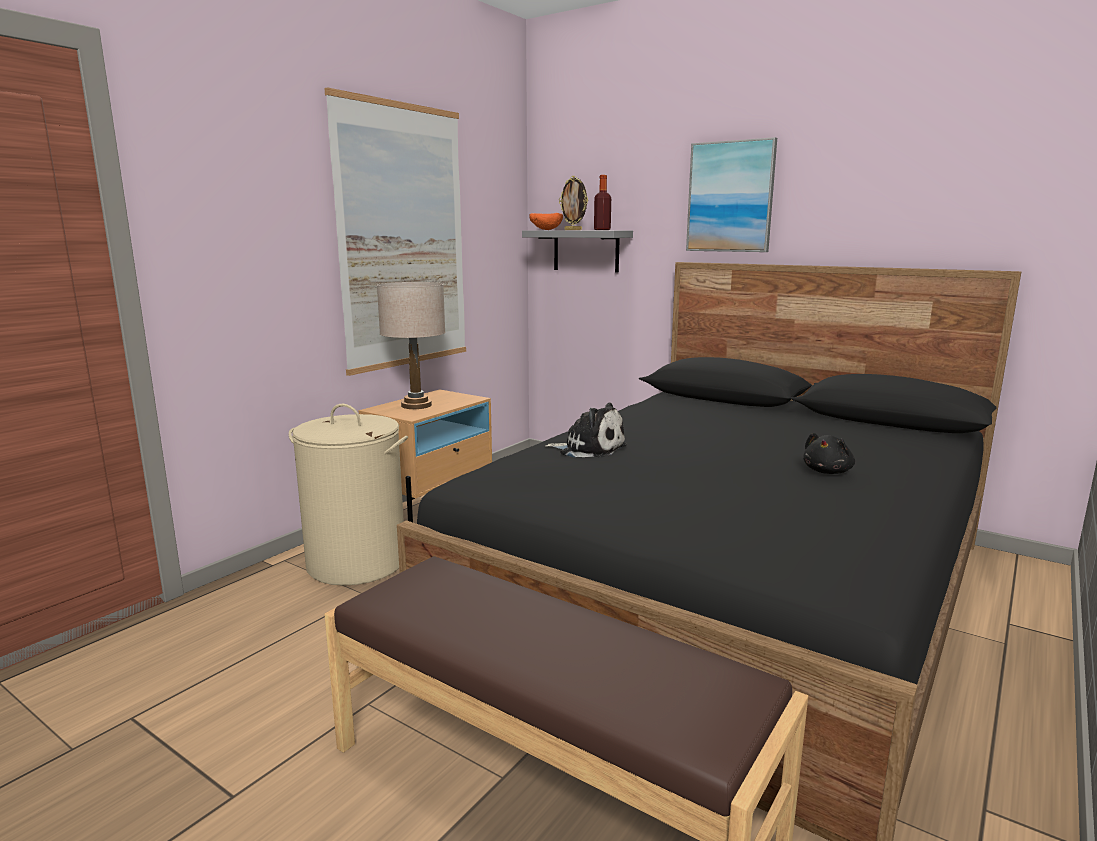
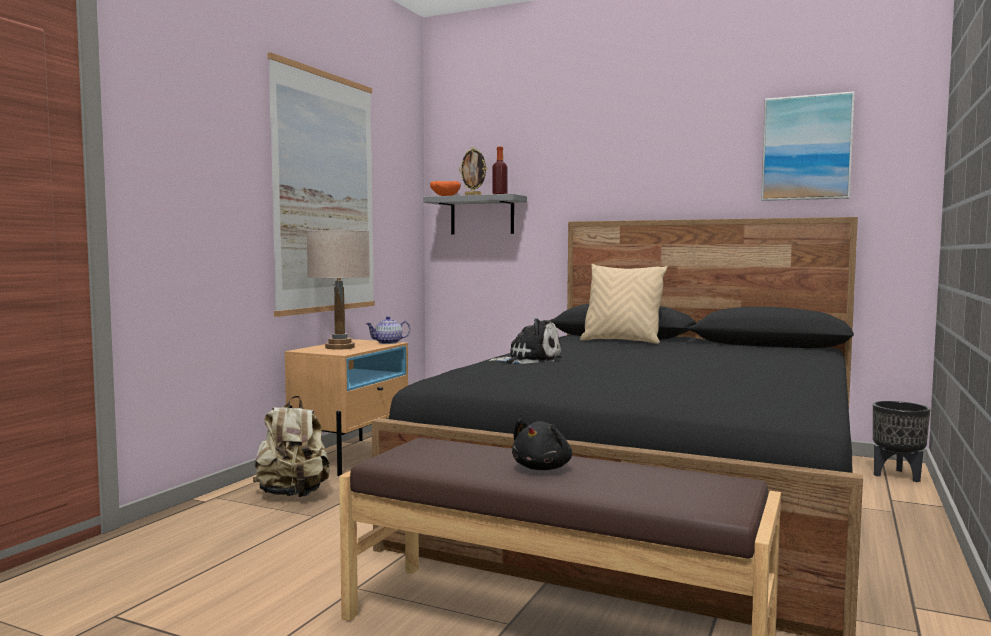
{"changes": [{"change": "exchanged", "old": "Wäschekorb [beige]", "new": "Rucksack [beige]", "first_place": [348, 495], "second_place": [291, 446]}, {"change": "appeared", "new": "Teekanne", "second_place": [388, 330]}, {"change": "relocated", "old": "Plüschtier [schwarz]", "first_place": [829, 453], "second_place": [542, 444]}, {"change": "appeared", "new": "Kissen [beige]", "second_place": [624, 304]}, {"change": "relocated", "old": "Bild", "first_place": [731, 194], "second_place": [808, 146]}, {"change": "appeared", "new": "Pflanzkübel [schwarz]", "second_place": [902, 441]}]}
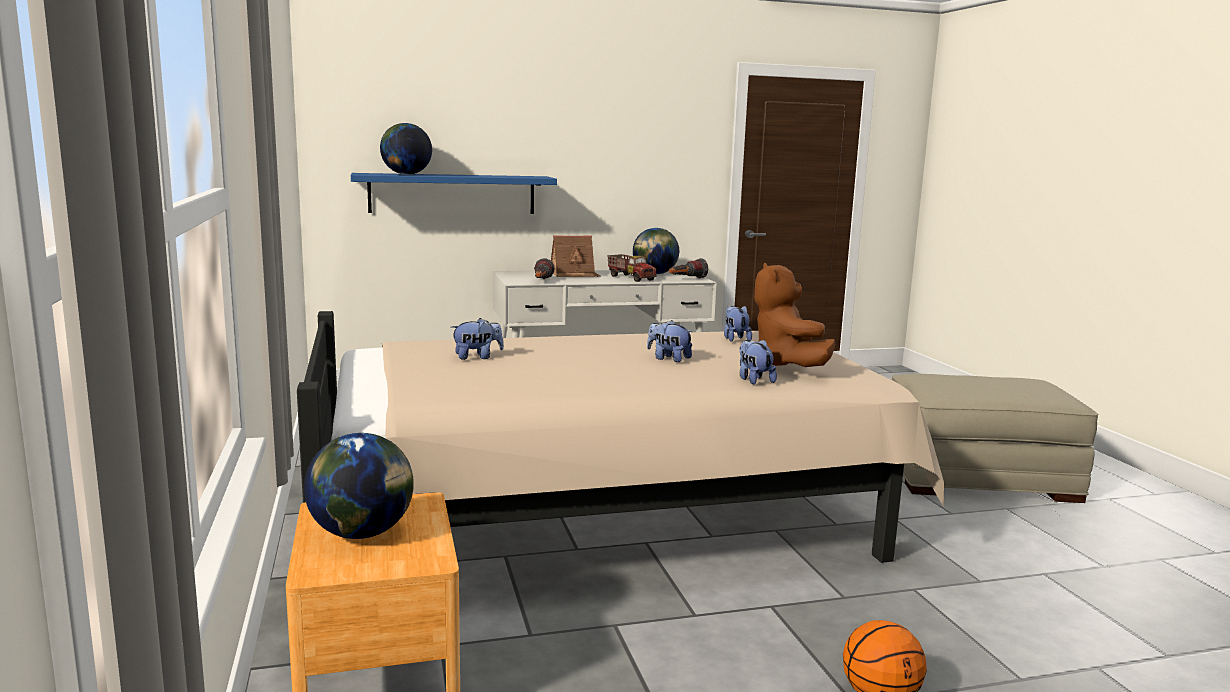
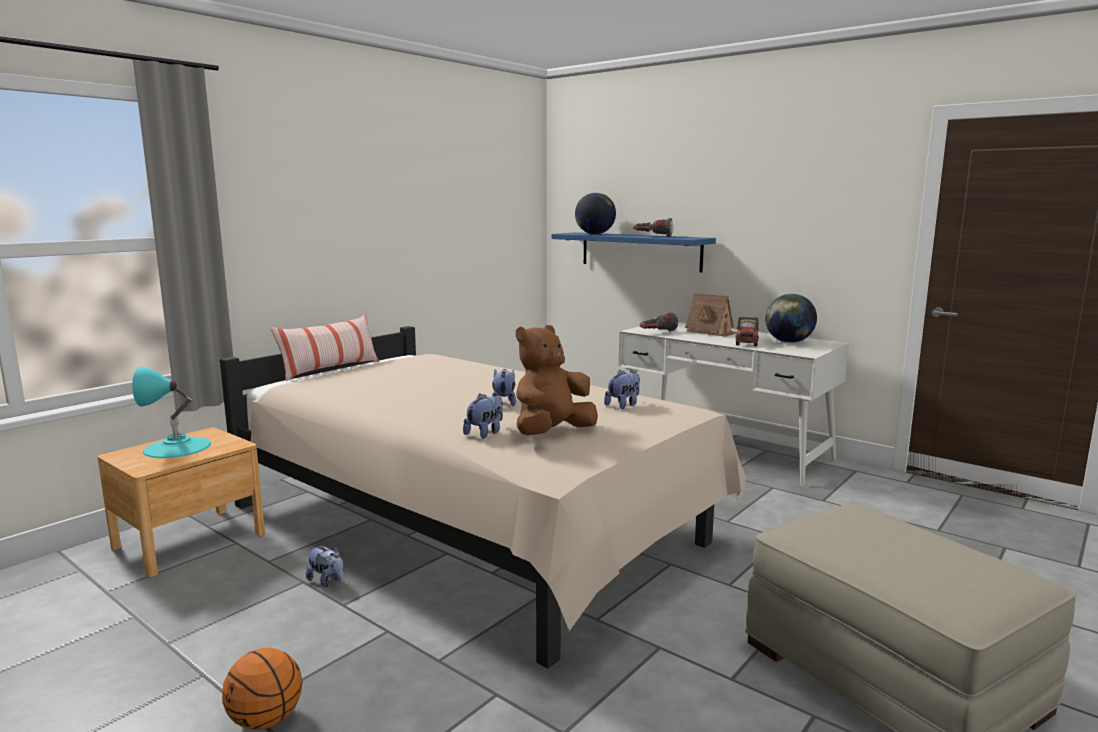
{"changes": [{"change": "exchanged", "old": "Globus", "new": "Tischlampe [türkis]", "first_place": [359, 486], "second_place": [171, 412]}, {"change": "appeared", "new": "Kissen", "second_place": [325, 347]}, {"change": "relocated", "old": "Plüschtier", "first_place": [477, 339], "second_place": [325, 566]}, {"change": "relocated", "old": "Taschenlampe", "first_place": [688, 268], "second_place": [653, 227]}]}
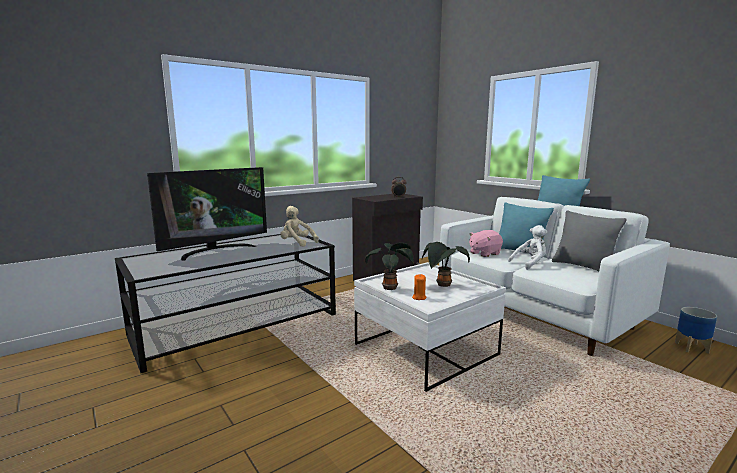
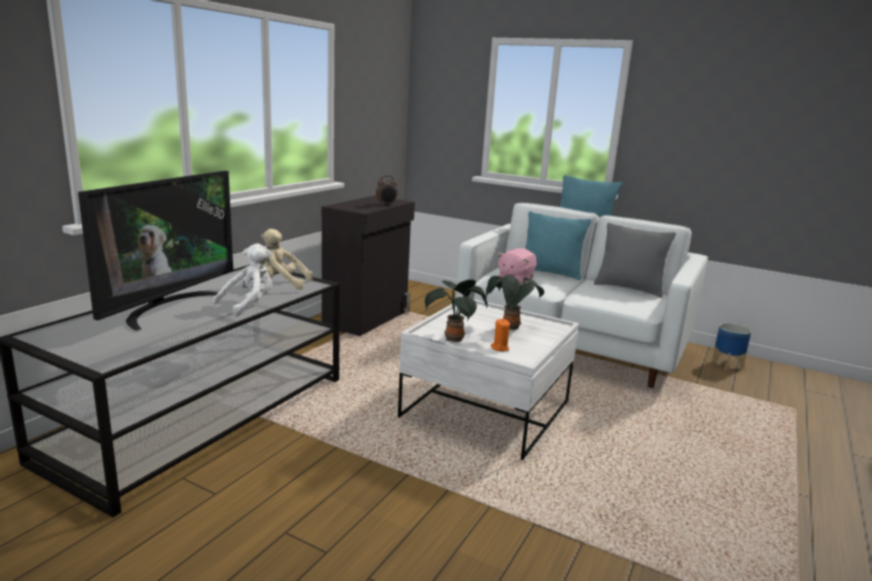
{"changes": [{"change": "relocated", "old": "Plüschtier [weiß]", "first_place": [527, 247], "second_place": [242, 280]}]}
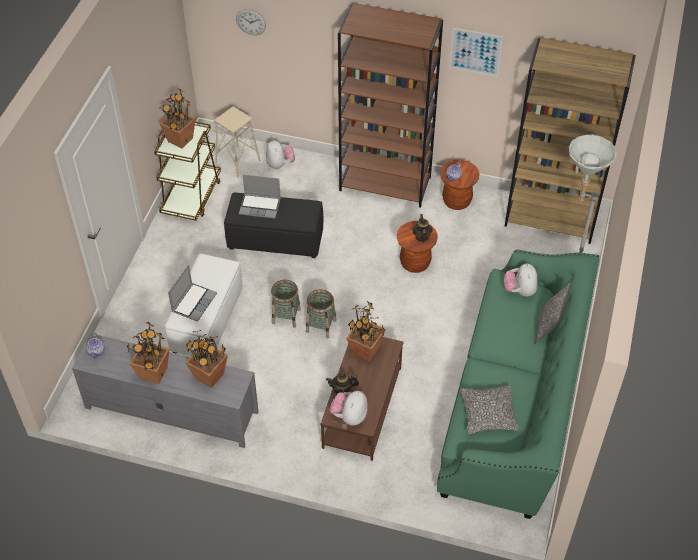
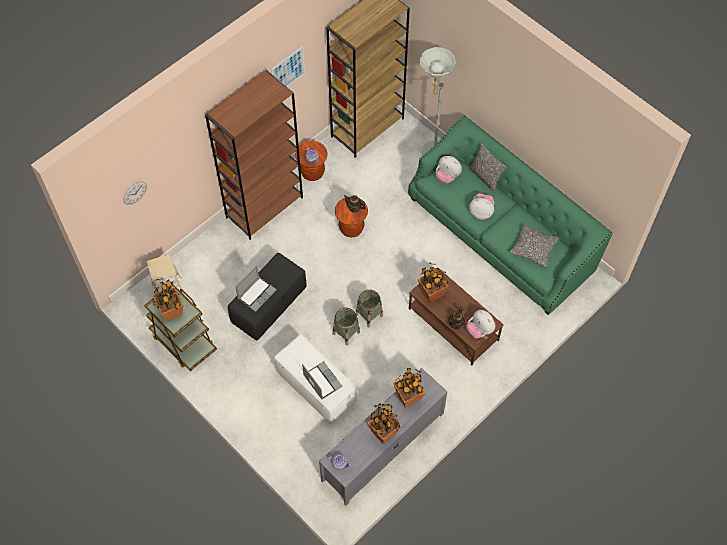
{"changes": [{"change": "relocated", "old": "Plüschtier", "first_place": [280, 154], "second_place": [481, 206]}]}
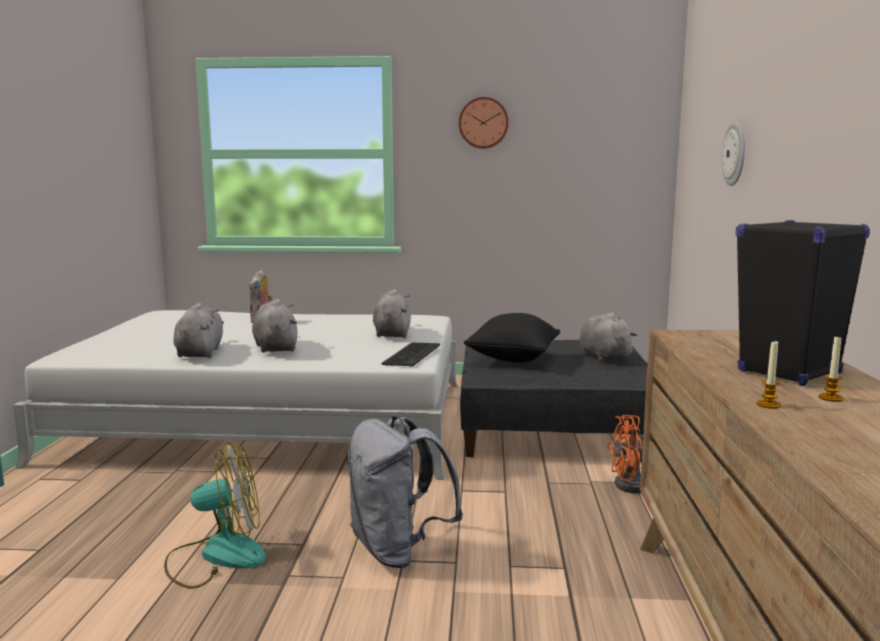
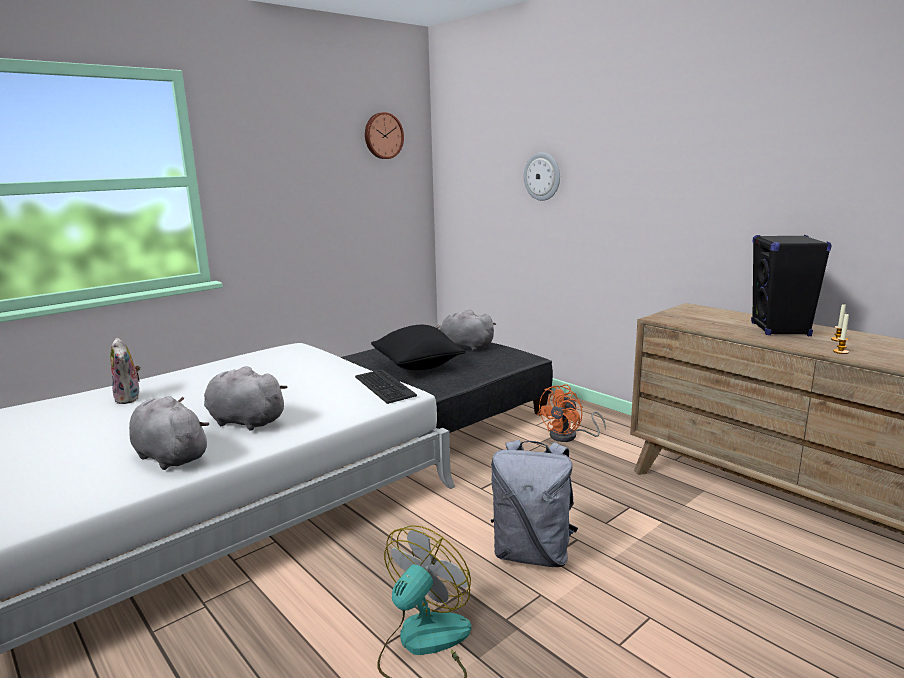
{"changes": [{"change": "relocated", "old": "Wanduhr", "first_place": [484, 123], "second_place": [384, 135]}, {"change": "missing", "old": "Plüschtier [grau]", "first_place": [392, 313]}]}
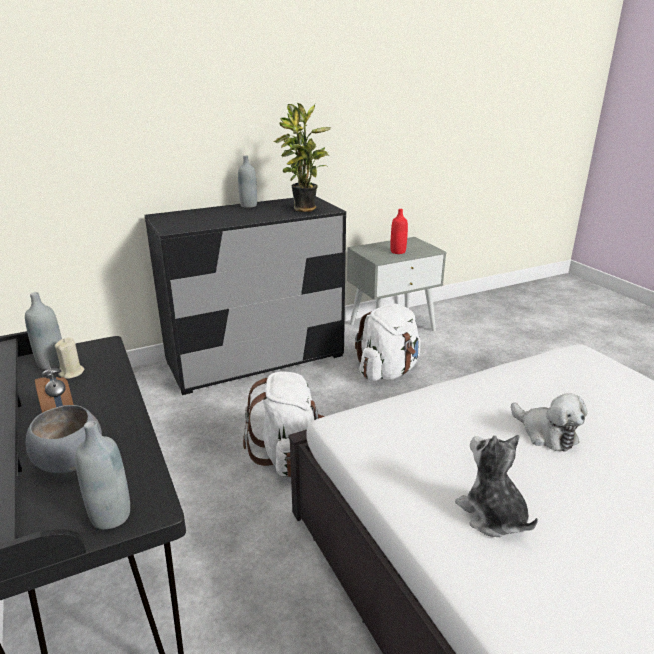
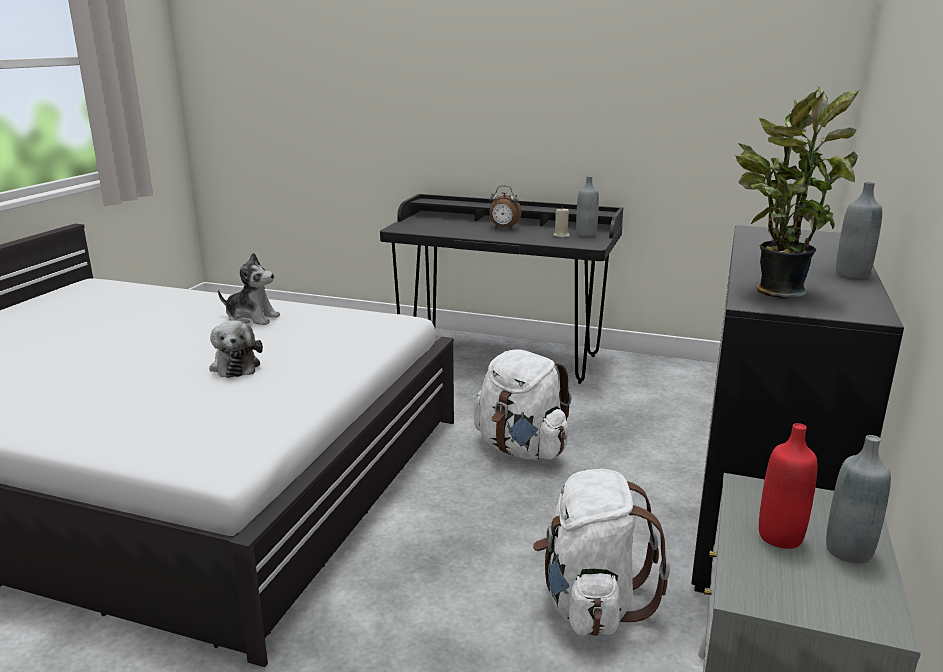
{"changes": [{"change": "spun", "old": "Plüschtier", "first_place": [549, 422], "second_place": [236, 349], "degrees": -120}, {"change": "relocated", "old": "Flasche [grau]", "first_place": [102, 475], "second_place": [858, 499]}, {"change": "missing", "old": "Schüssel [grau]", "first_place": [63, 439]}]}
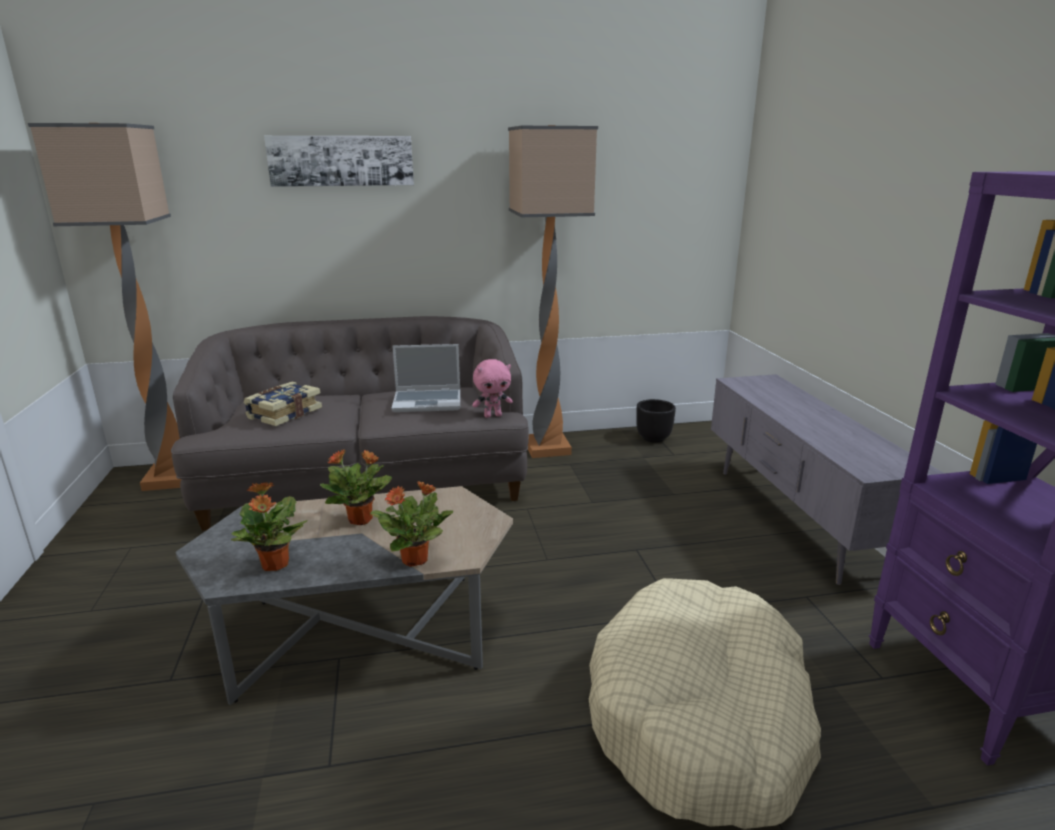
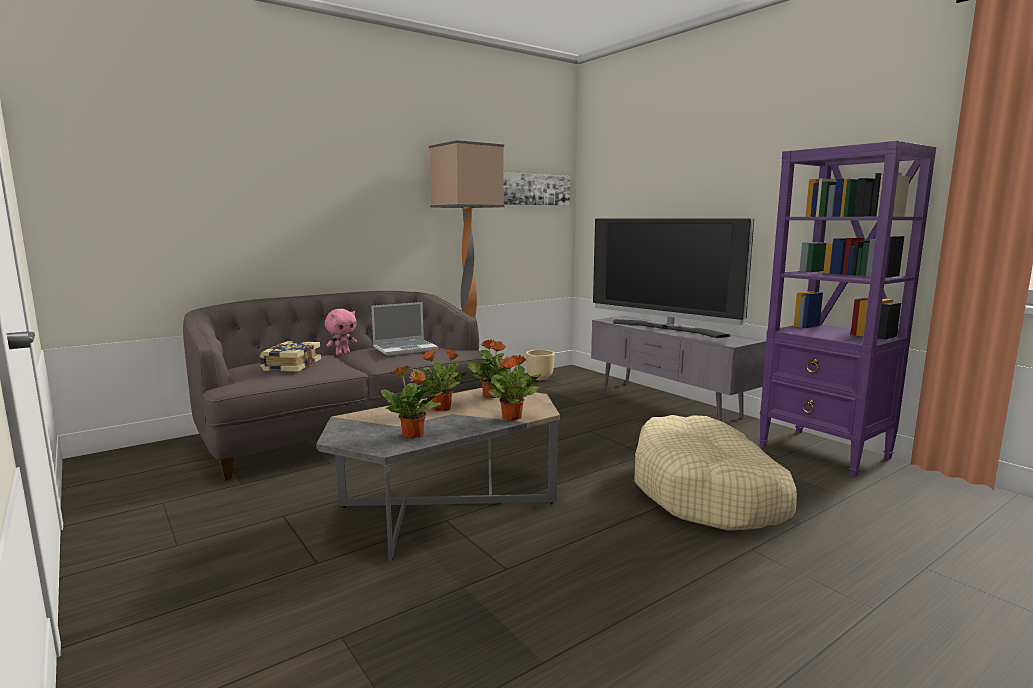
{"changes": [{"change": "relocated", "old": "Plüschtier [rosa]", "first_place": [492, 388], "second_place": [341, 332]}, {"change": "appeared", "new": "Topfpflanze", "second_place": [487, 368]}, {"change": "relocated", "old": "Bild", "first_place": [339, 161], "second_place": [537, 189]}, {"change": "colour", "old": "Pflanzkübel [schwarz]", "new": "Pflanzkübel [beige]", "first_place": [656, 421], "second_place": [540, 365]}, {"change": "appeared", "new": "Fernseher", "second_place": [673, 278]}, {"change": "missing", "old": "Stehlampe", "first_place": [104, 307]}]}
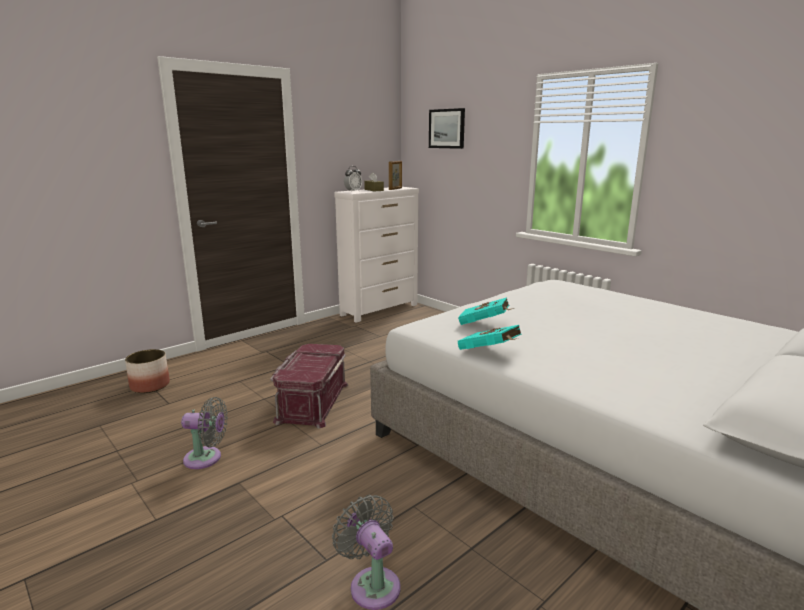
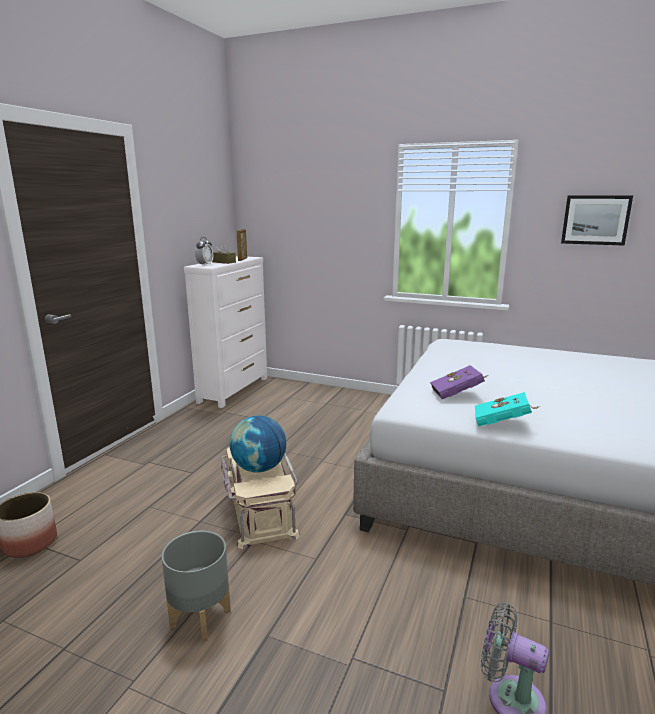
{"changes": [{"change": "exchanged", "old": "Ventilator [grau]", "new": "Pflanzkübel [grau]", "first_place": [204, 433], "second_place": [196, 586]}, {"change": "colour", "old": "Aufbewahrungsbox [rot]", "new": "Aufbewahrungsbox [beige]", "first_place": [309, 386], "second_place": [260, 498]}, {"change": "appeared", "new": "Globus", "second_place": [258, 444]}, {"change": "colour", "old": "Buch [türkis]", "new": "Buch [lila]", "first_place": [486, 311], "second_place": [459, 382]}, {"change": "relocated", "old": "Bild", "first_place": [447, 128], "second_place": [597, 221]}]}
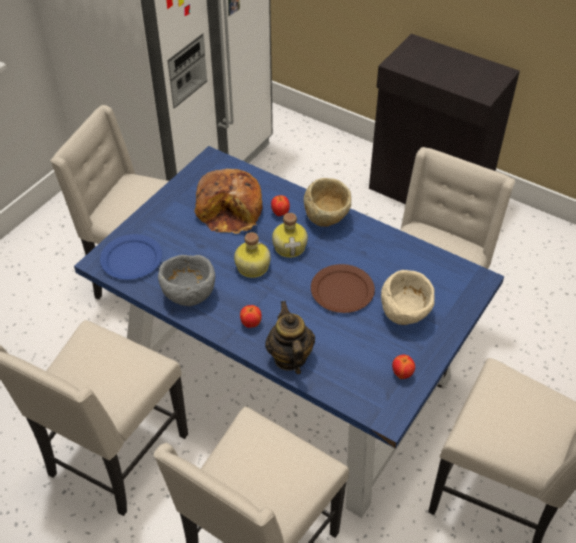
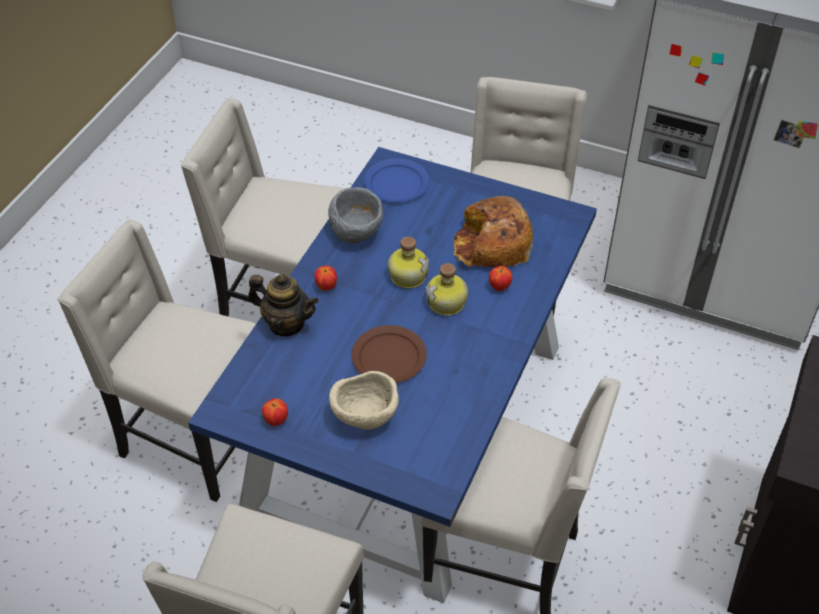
{"changes": [{"change": "spun", "old": "Teekanne", "first_place": [290, 337], "second_place": [283, 305], "degrees": 45}, {"change": "missing", "old": "Schüssel [beige]", "first_place": [327, 202]}]}
